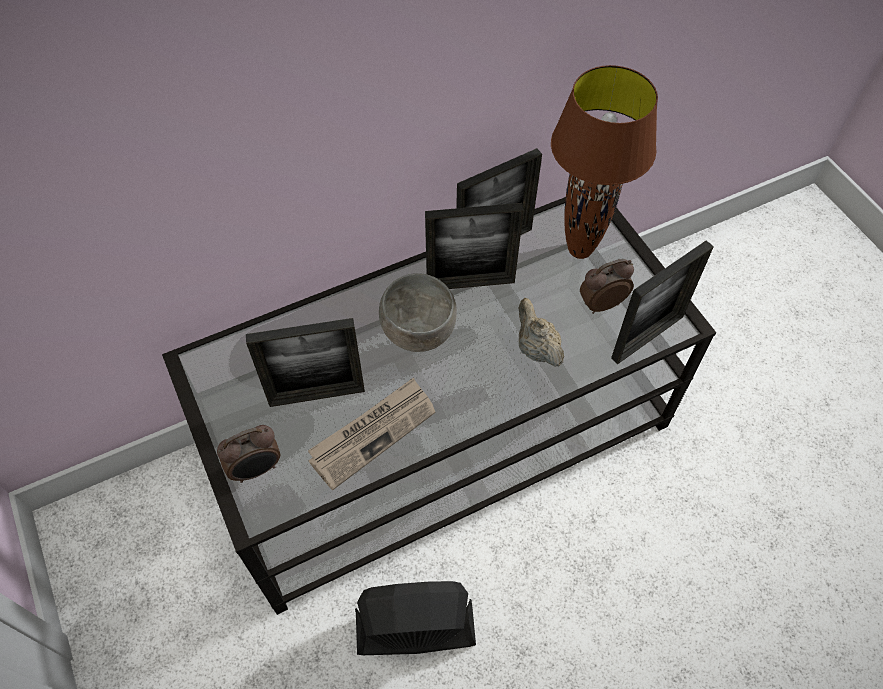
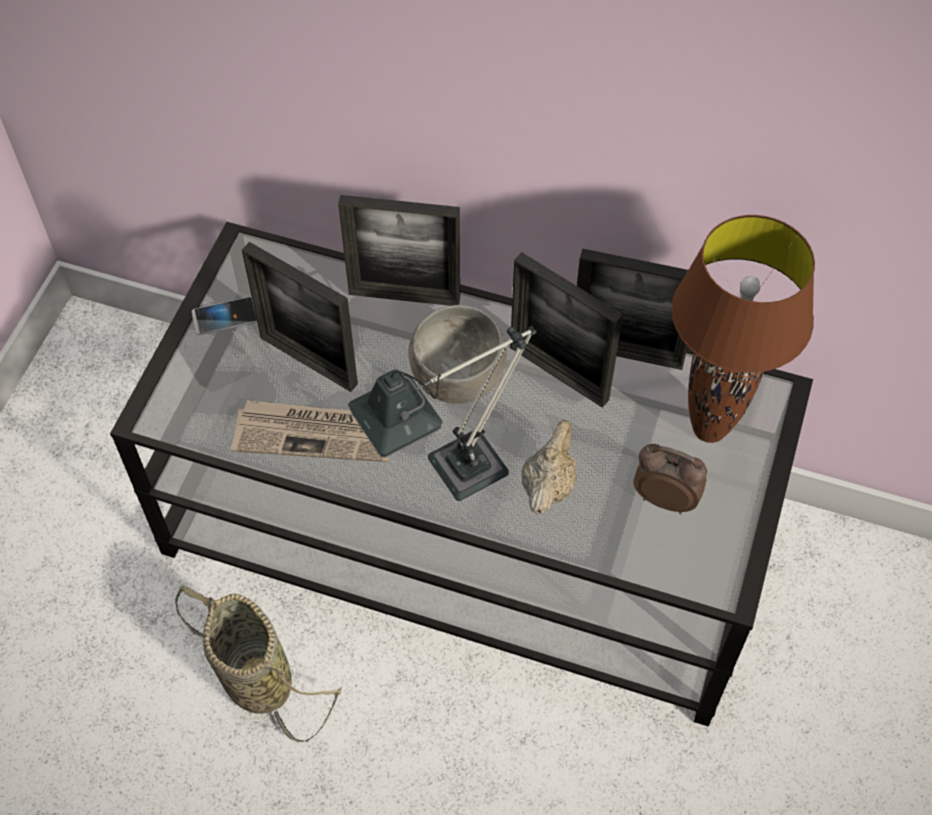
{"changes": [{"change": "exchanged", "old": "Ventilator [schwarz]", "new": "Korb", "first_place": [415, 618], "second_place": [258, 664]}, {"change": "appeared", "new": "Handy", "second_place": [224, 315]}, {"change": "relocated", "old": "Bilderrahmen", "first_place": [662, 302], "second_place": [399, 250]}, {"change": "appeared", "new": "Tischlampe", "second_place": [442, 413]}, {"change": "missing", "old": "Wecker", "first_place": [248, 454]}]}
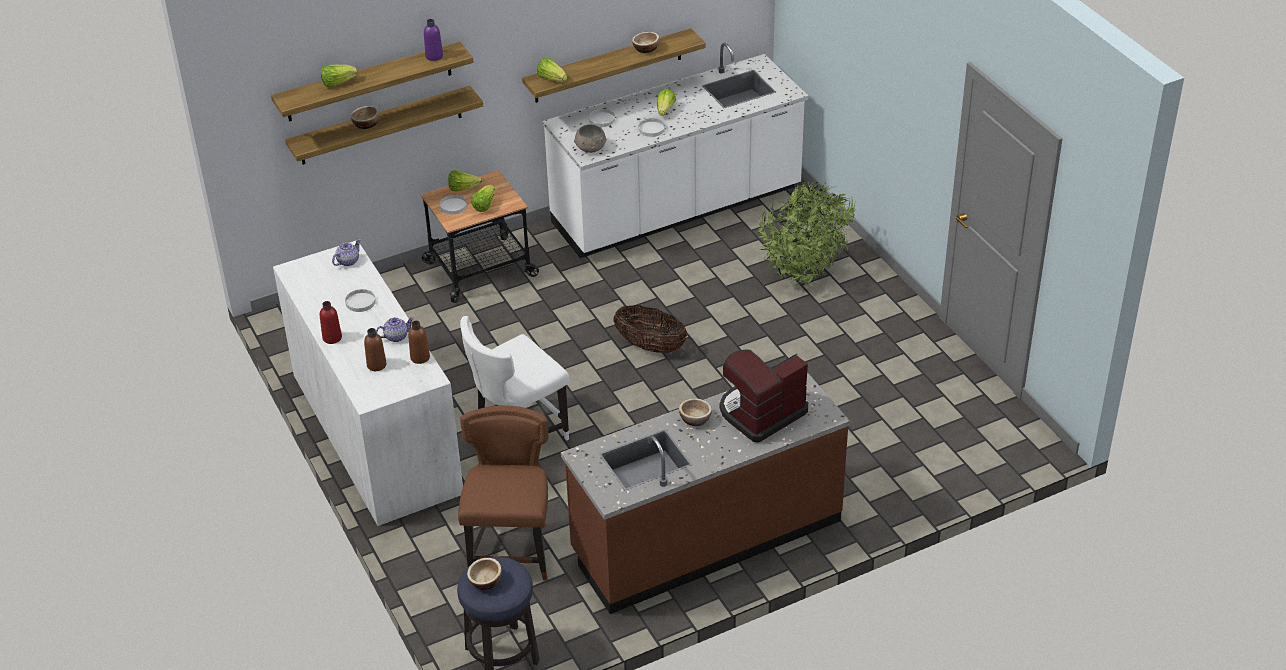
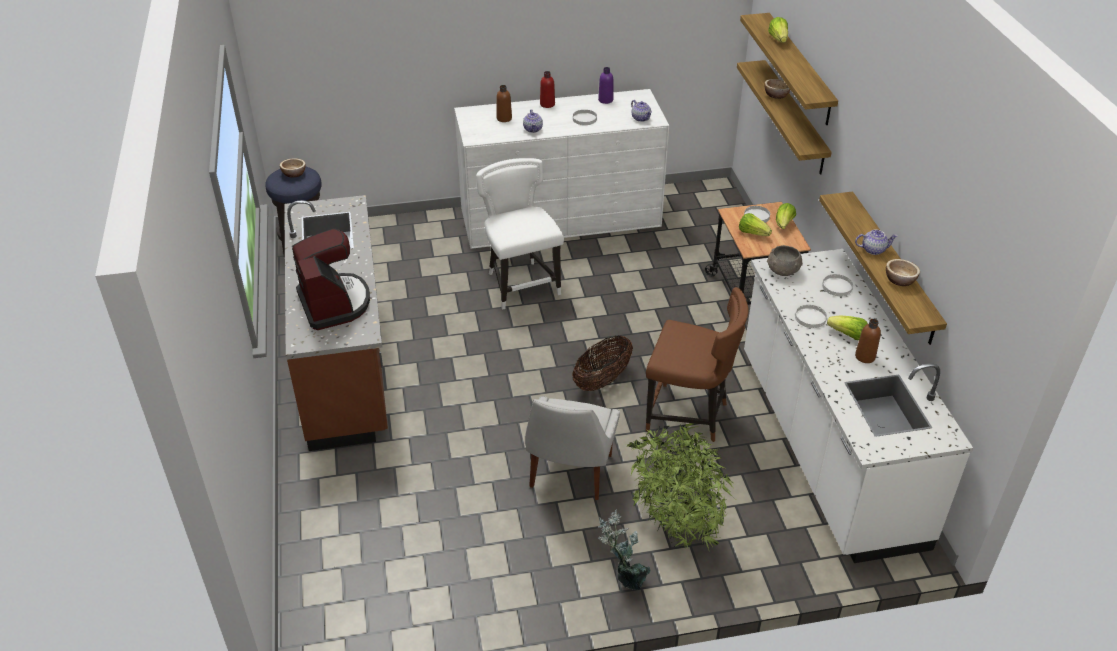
{"changes": [{"change": "appeared", "new": "Stuhl [weiß]", "second_place": [572, 448]}, {"change": "relocated", "old": "Flasche [lila]", "first_place": [433, 40], "second_place": [606, 85]}, {"change": "appeared", "new": "Topfpflanze", "second_place": [624, 549]}, {"change": "relocated", "old": "Stuhl [braun]", "first_place": [503, 492], "second_place": [697, 364]}, {"change": "appeared", "new": "Teekanne", "second_place": [876, 242]}, {"change": "relocated", "old": "Flasche [braun]", "first_place": [419, 342], "second_place": [868, 341]}, {"change": "missing", "old": "Salatkopf", "first_place": [552, 70]}, {"change": "missing", "old": "Schüssel", "first_place": [695, 412]}]}
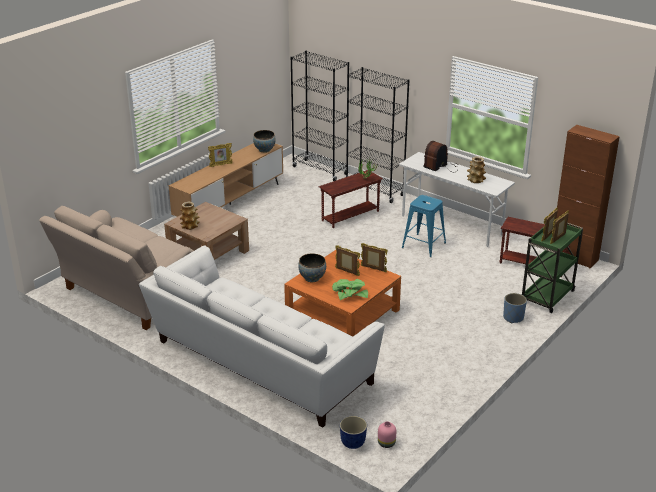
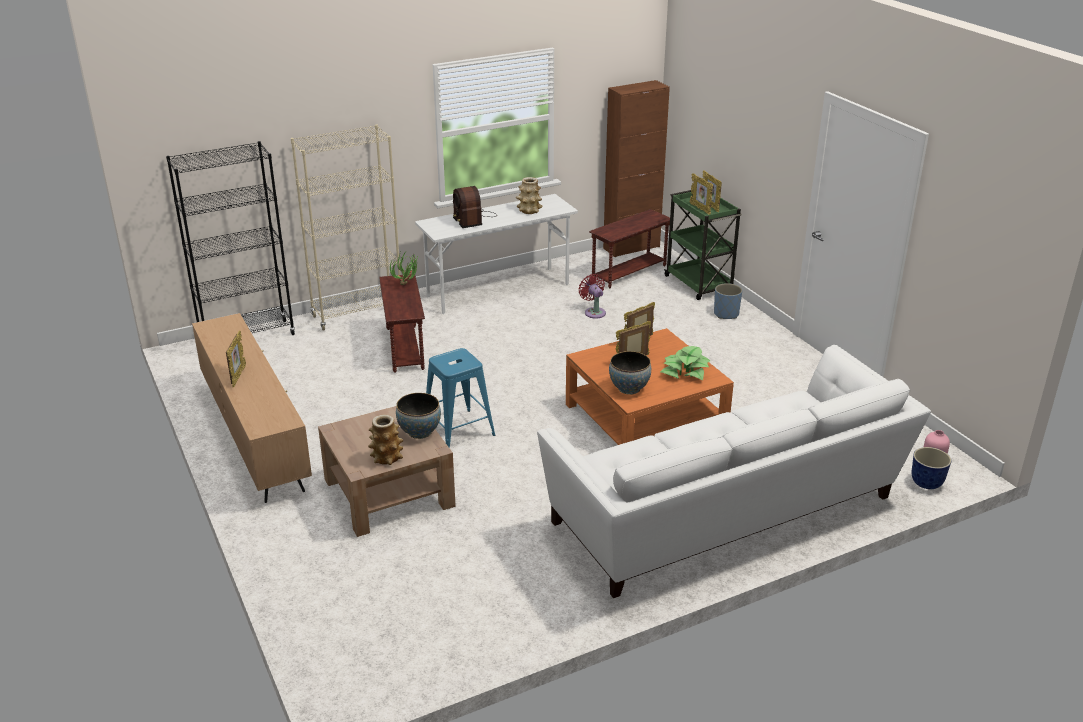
{"changes": [{"change": "colour", "old": "Bücherregal [schwarz]", "new": "Bücherregal [beige]", "first_place": [378, 135], "second_place": [346, 227]}, {"change": "relocated", "old": "Schüssel", "first_place": [264, 141], "second_place": [418, 416]}, {"change": "relocated", "old": "Hocker [blau]", "first_place": [424, 226], "second_place": [460, 398]}, {"change": "appeared", "new": "Ventilator [rot]", "second_place": [592, 296]}, {"change": "missing", "old": "Sofa [beige]", "first_place": [116, 268]}]}
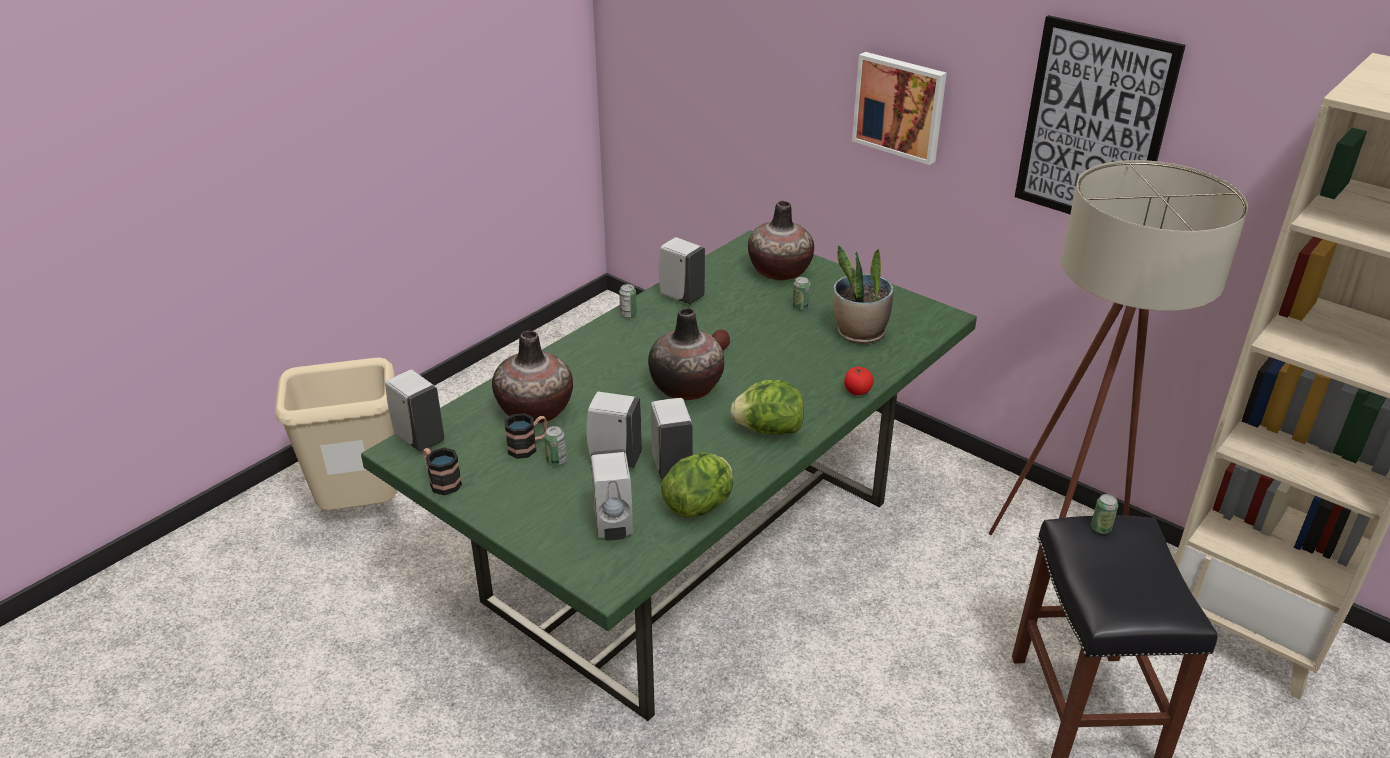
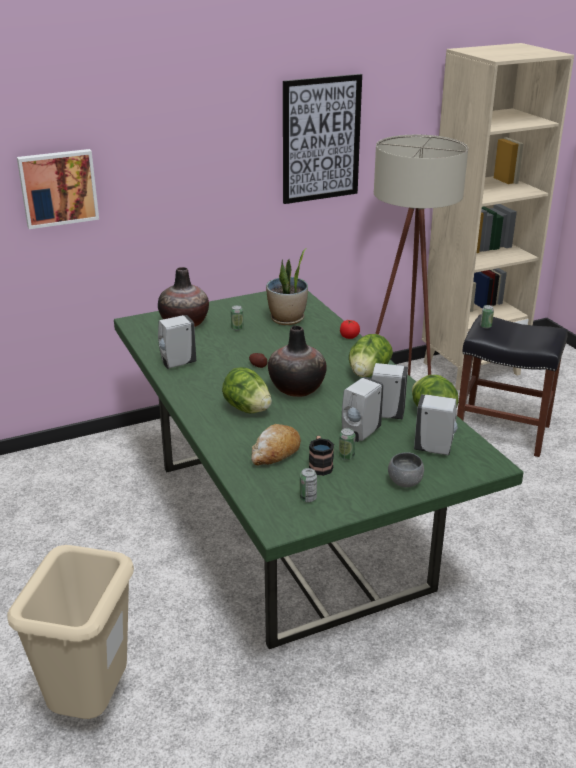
{"changes": [{"change": "relocated", "old": "Bild", "first_place": [899, 108], "second_place": [58, 189]}, {"change": "appeared", "new": "Salatkopf", "second_place": [247, 390]}, {"change": "exchanged", "old": "Vase", "new": "Brot", "first_place": [532, 377], "second_place": [276, 445]}, {"change": "relocated", "old": "Dose", "first_place": [628, 301], "second_place": [308, 485]}, {"change": "appeared", "new": "Schüssel [grau]", "second_place": [406, 470]}, {"change": "missing", "old": "Seifenspender [weiß]", "first_place": [415, 411]}, {"change": "missing", "old": "Henkelbecher", "first_place": [442, 471]}]}
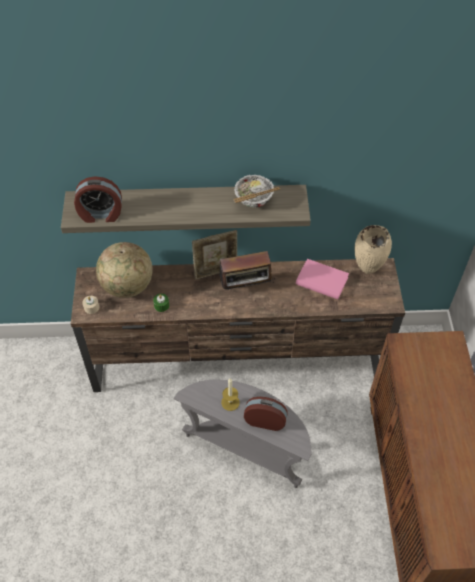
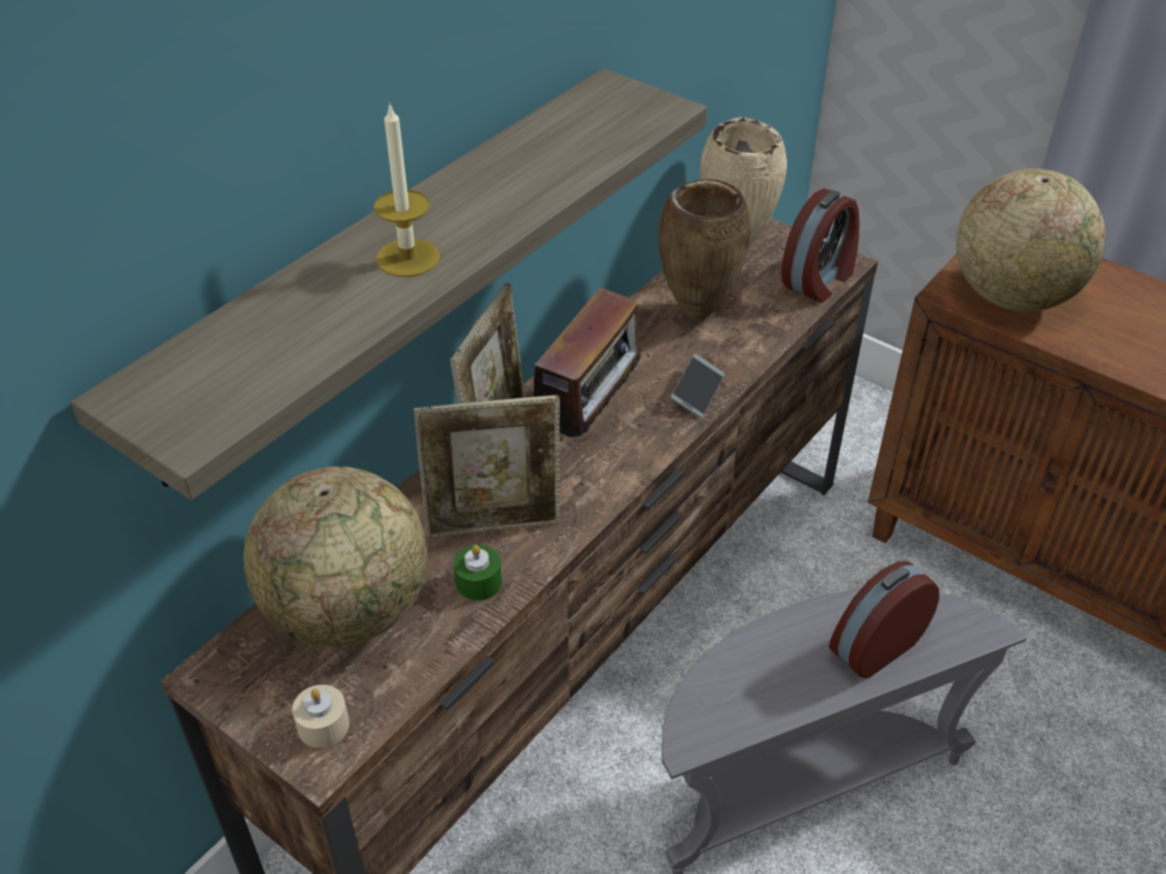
{"changes": [{"change": "relocated", "old": "Kerze", "first_place": [230, 395], "second_place": [407, 189]}, {"change": "appeared", "new": "Bilderrahmen", "second_place": [487, 466]}, {"change": "exchanged", "old": "Buch [rosa]", "new": "Vase [braun]", "first_place": [322, 279], "second_place": [704, 249]}, {"change": "appeared", "new": "Handy", "second_place": [697, 386]}, {"change": "relocated", "old": "Wecker", "first_place": [98, 199], "second_place": [820, 245]}, {"change": "appeared", "new": "Globus", "second_place": [1031, 240]}, {"change": "missing", "old": "Schüssel", "first_place": [256, 191]}]}
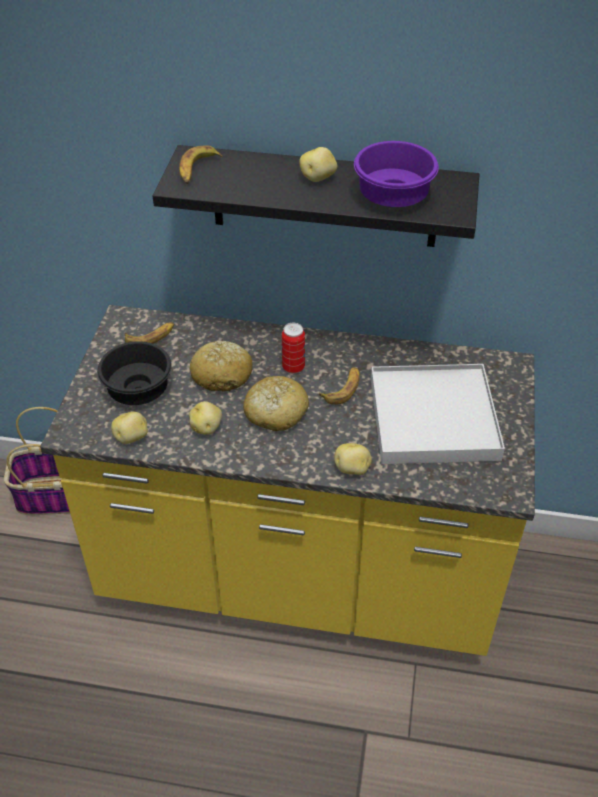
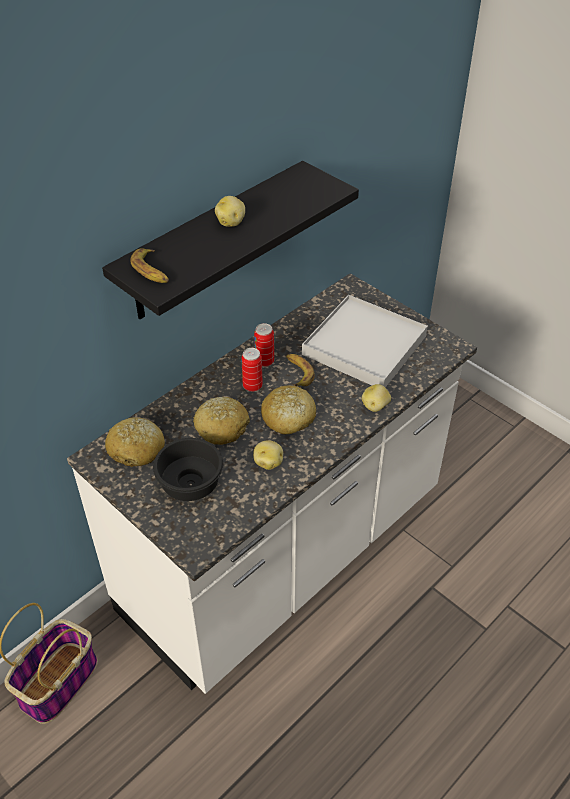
{"changes": [{"change": "colour", "old": "Küchenzeile [gelb]", "new": "Küchenzeile [weiß]", "first_place": [287, 480], "second_place": [272, 483]}, {"change": "exchanged", "old": "Banane", "new": "Brot", "first_place": [149, 333], "second_place": [135, 442]}, {"change": "appeared", "new": "Dose", "second_place": [264, 345]}, {"change": "missing", "old": "Kartoffel", "first_place": [129, 428]}, {"change": "missing", "old": "Schüssel [lila]", "first_place": [396, 174]}]}
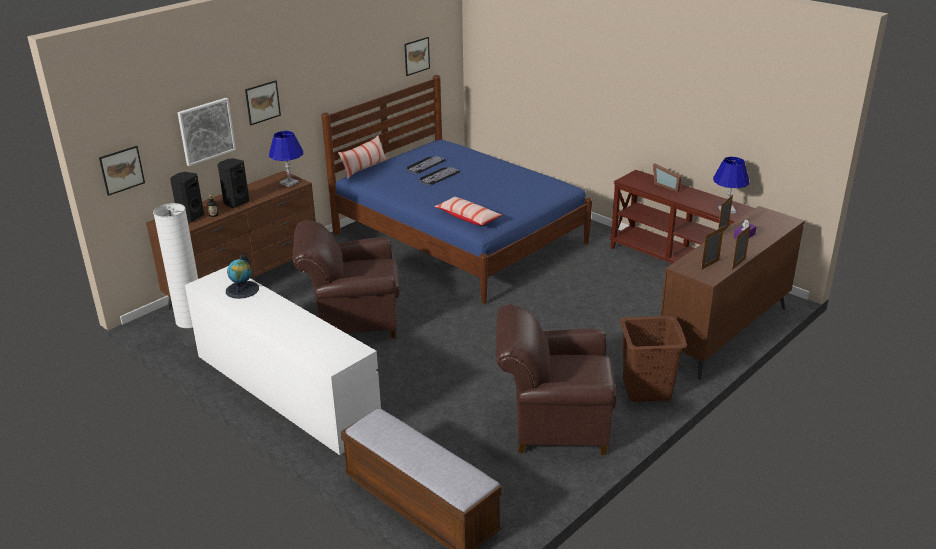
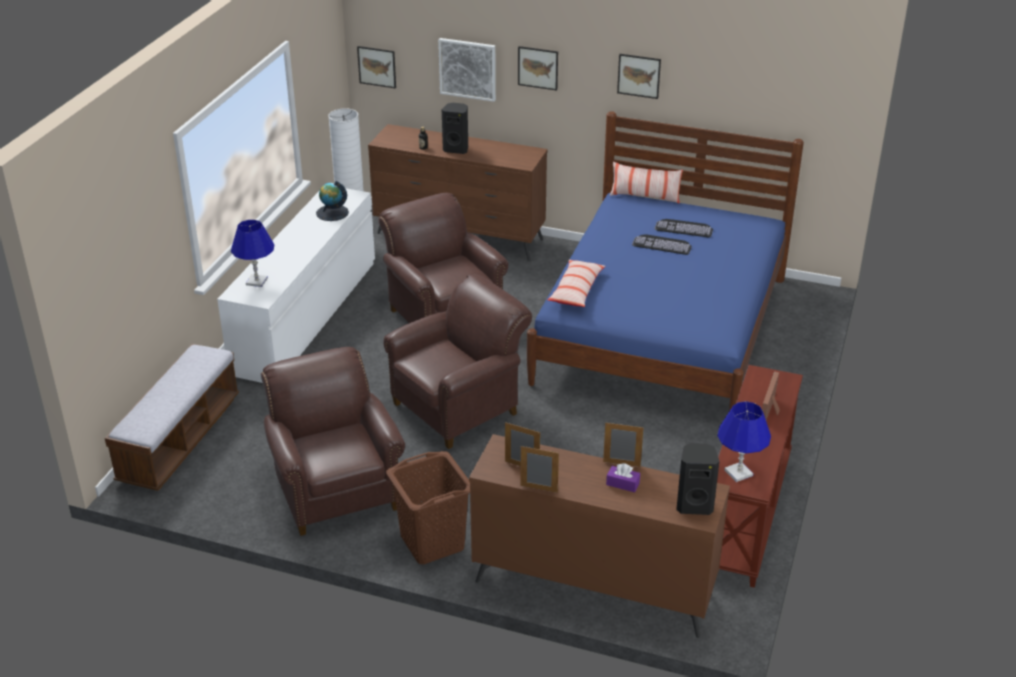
{"changes": [{"change": "relocated", "old": "Tischlampe [blau]", "first_place": [286, 159], "second_place": [252, 253]}, {"change": "appeared", "new": "Sessel [braun]", "second_place": [457, 361]}, {"change": "relocated", "old": "Bild", "first_place": [417, 56], "second_place": [639, 76]}, {"change": "relocated", "old": "Lautsprecher [schwarz]", "first_place": [187, 197], "second_place": [697, 479]}]}
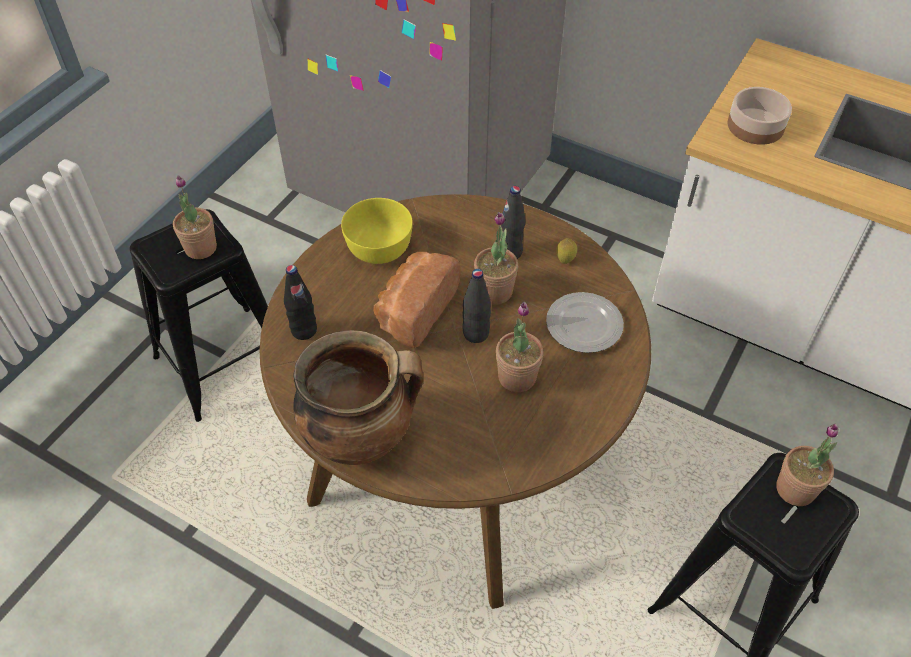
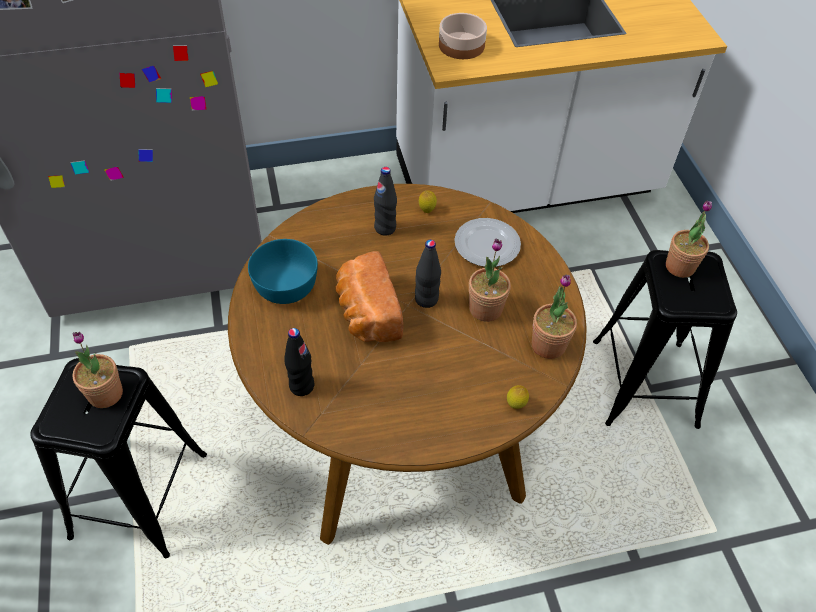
{"changes": [{"change": "colour", "old": "Schüssel [gelb]", "new": "Schüssel [türkis]", "first_place": [377, 231], "second_place": [283, 271]}, {"change": "appeared", "new": "Zitrone", "second_place": [518, 397]}, {"change": "relocated", "old": "Topfpflanze", "first_place": [496, 258], "second_place": [554, 316]}, {"change": "missing", "old": "Kochtopf", "first_place": [358, 397]}]}
